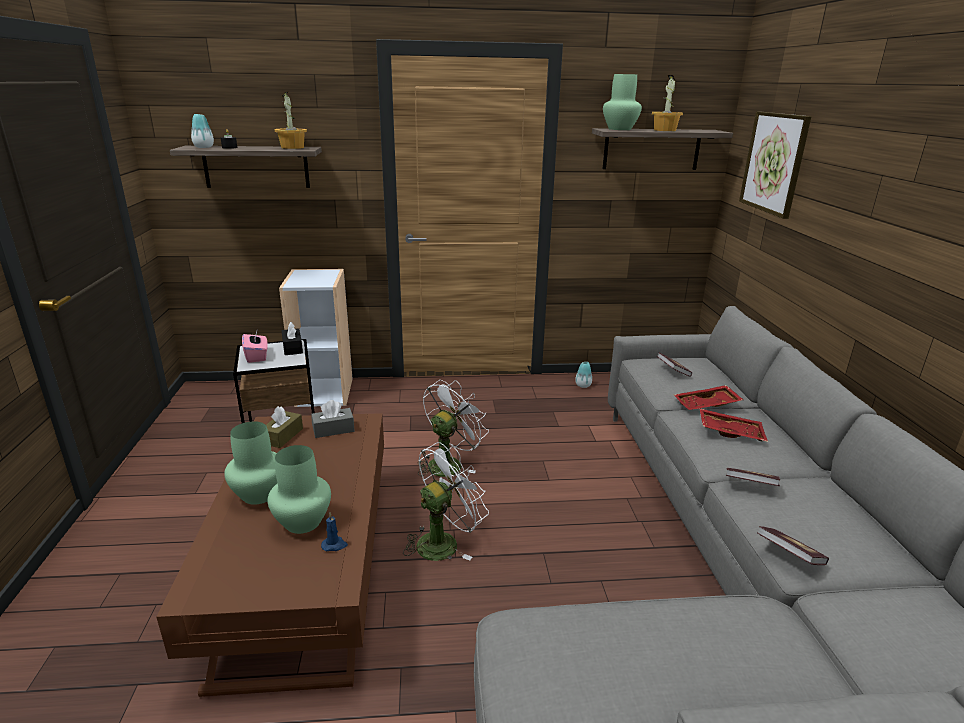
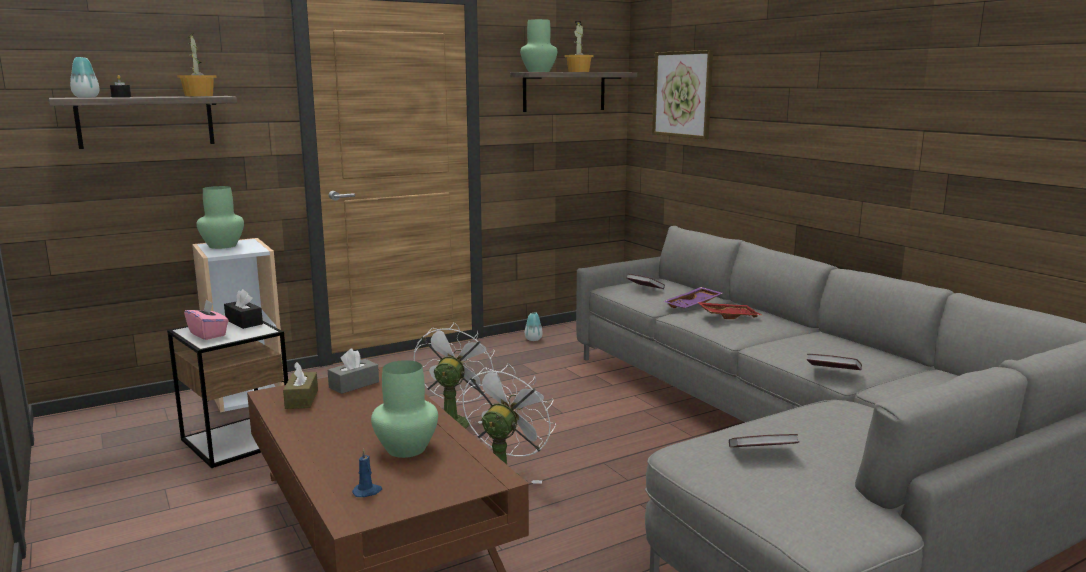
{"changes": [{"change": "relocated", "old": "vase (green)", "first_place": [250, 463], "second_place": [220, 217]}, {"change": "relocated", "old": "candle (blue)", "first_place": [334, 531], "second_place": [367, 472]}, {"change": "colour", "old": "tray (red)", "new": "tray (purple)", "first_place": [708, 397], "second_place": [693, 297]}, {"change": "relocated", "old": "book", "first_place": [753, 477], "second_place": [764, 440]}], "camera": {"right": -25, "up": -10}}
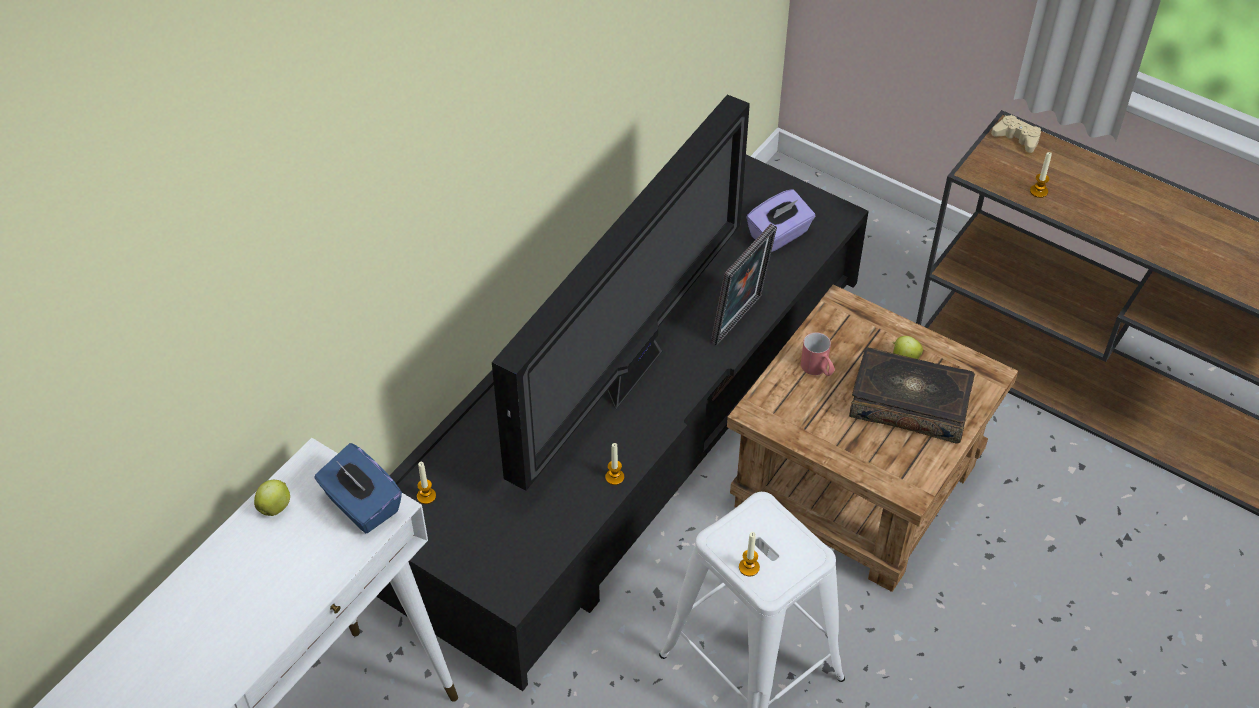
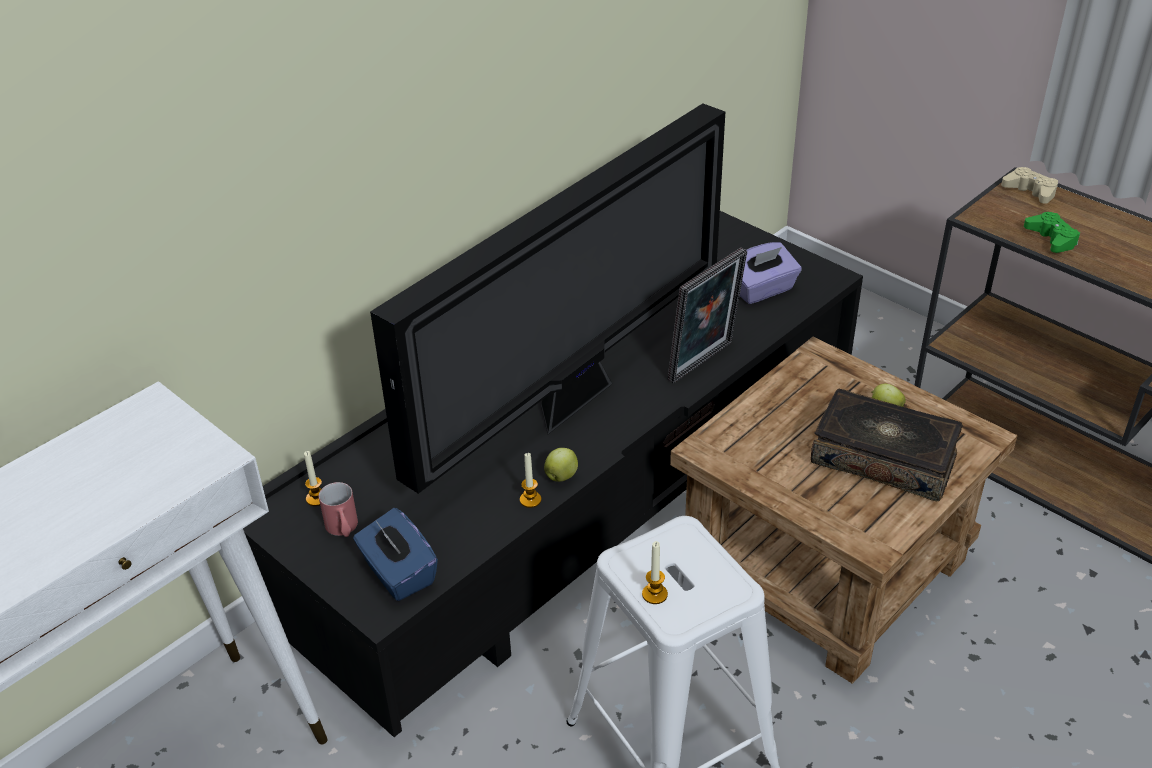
{"changes": [{"change": "relocated", "old": "mug (red)", "first_place": [818, 354], "second_place": [338, 509]}, {"change": "relocated", "old": "tissue box (blue)", "first_place": [358, 488], "second_place": [395, 554]}, {"change": "relocated", "old": "apple", "first_place": [272, 498], "second_place": [561, 465]}, {"change": "exchanged", "old": "candle", "new": "game controller (green)", "first_place": [1041, 175], "second_place": [1052, 232]}], "camera": {"right": 10, "up": -10}}
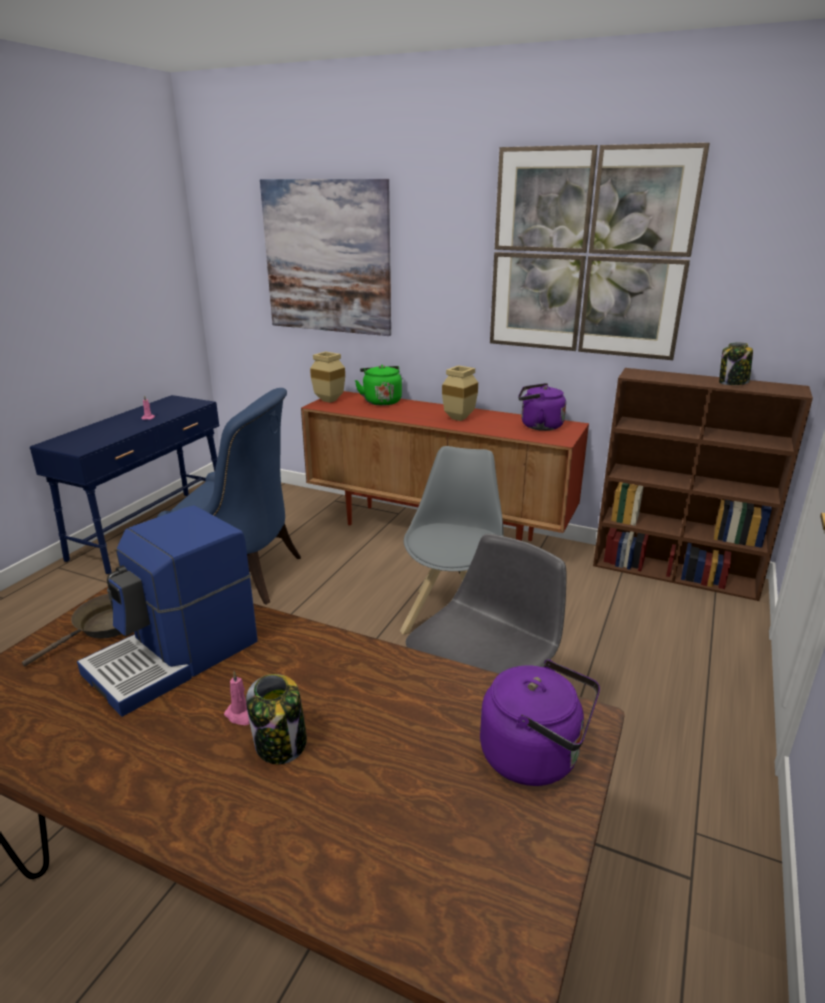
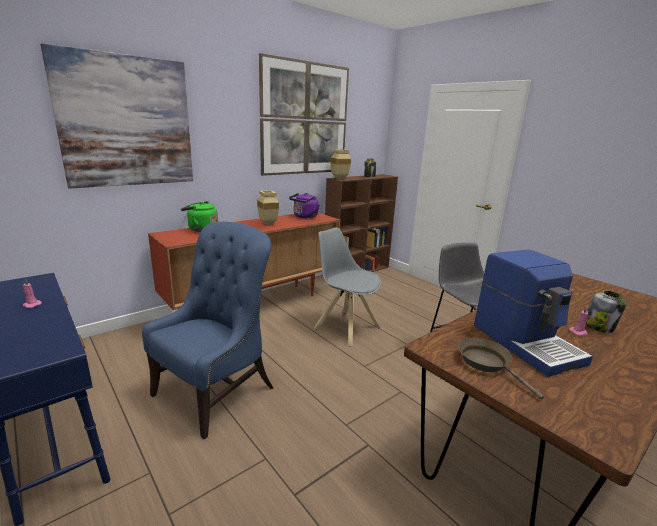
{"changes": [{"change": "relocated", "old": "vase (beige)", "first_place": [327, 377], "second_place": [341, 164]}, {"change": "missing", "old": "kettle (purple)", "first_place": [540, 723]}], "camera": {"right": -65, "up": -5}}
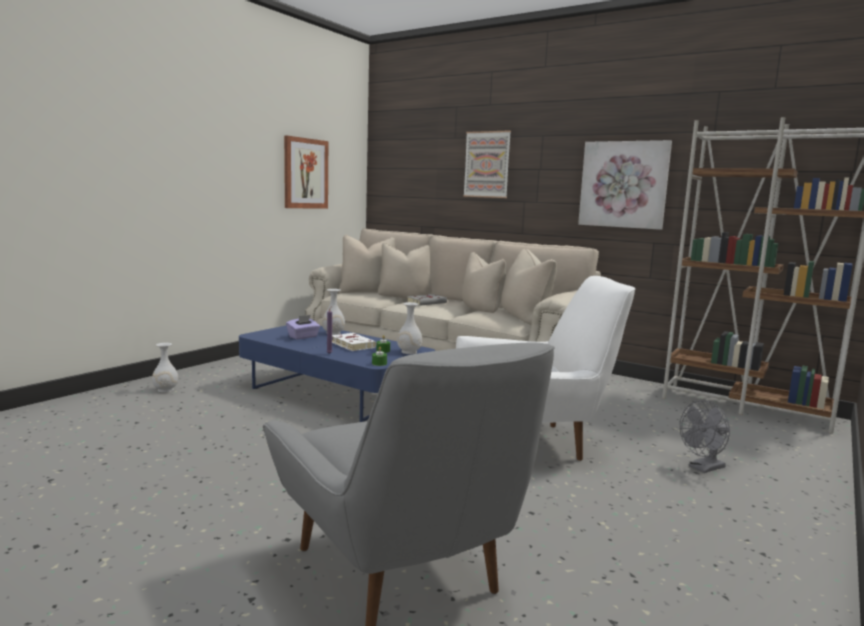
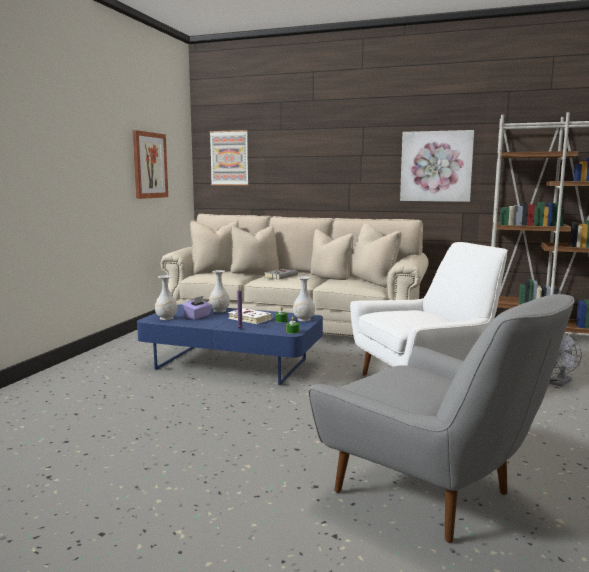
{"changes": [{"change": "relocated", "old": "vase (white)", "first_place": [165, 367], "second_place": [166, 297]}, {"change": "relocated", "old": "picture", "first_place": [487, 164], "second_place": [229, 157]}], "camera": {"right": -15, "up": 0}}
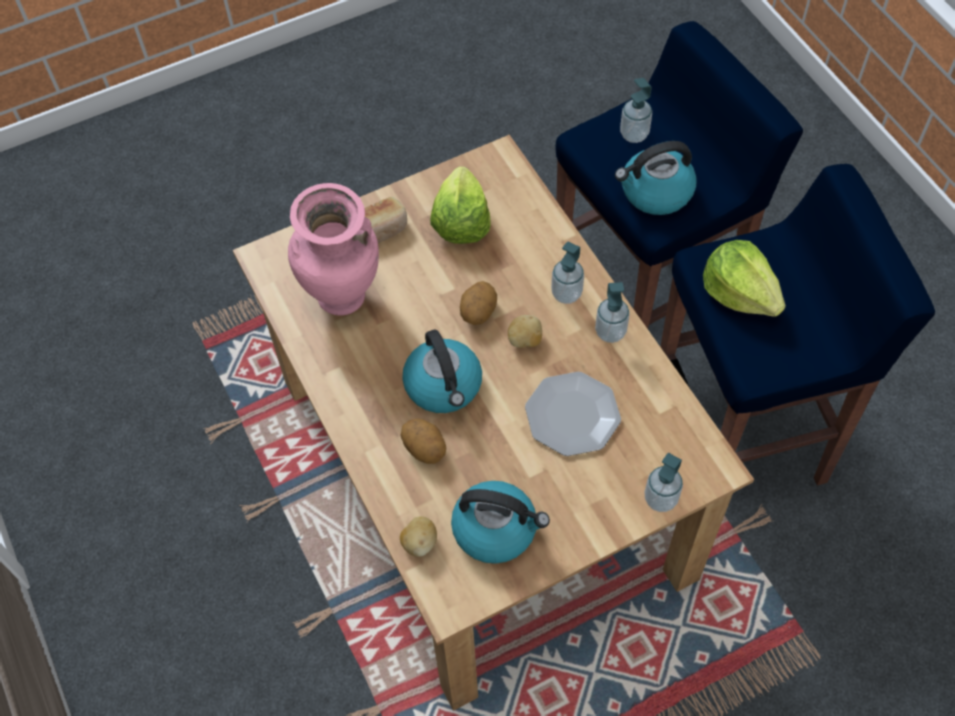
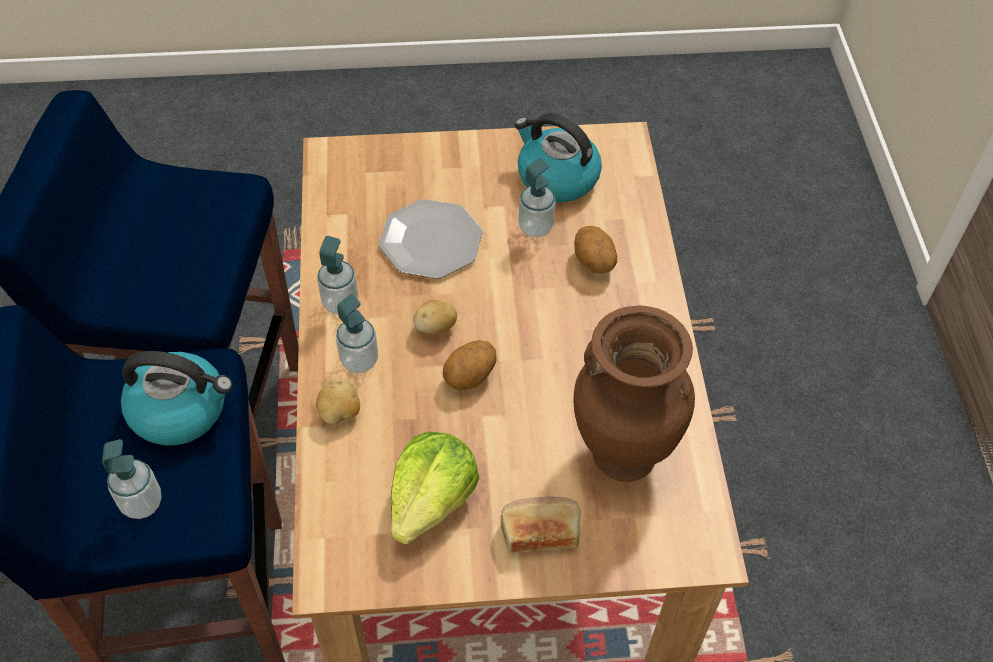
{"changes": [{"change": "relocated", "old": "potato", "first_place": [418, 536], "second_place": [338, 402]}, {"change": "relocated", "old": "soap dispenser", "first_place": [663, 482], "second_place": [536, 197]}, {"change": "colour", "old": "vase (pink)", "new": "vase (brown)", "first_place": [333, 249], "second_place": [634, 394]}, {"change": "missing", "old": "kettle", "first_place": [442, 371]}, {"change": "missing", "old": "lettuce", "first_place": [744, 278]}], "camera": {"right": -160, "up": -5}}
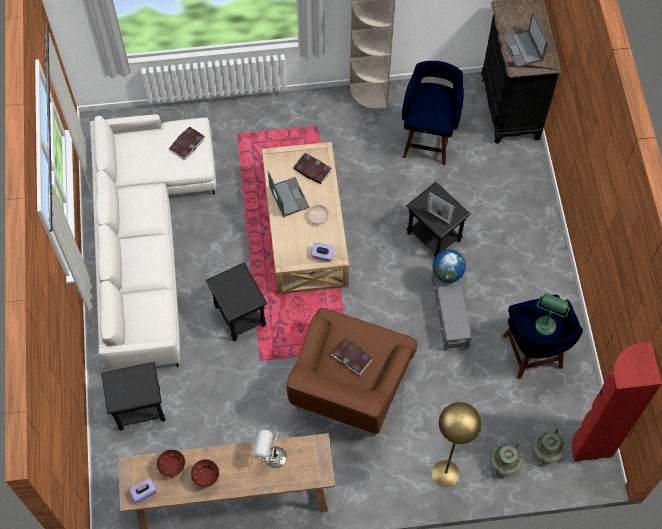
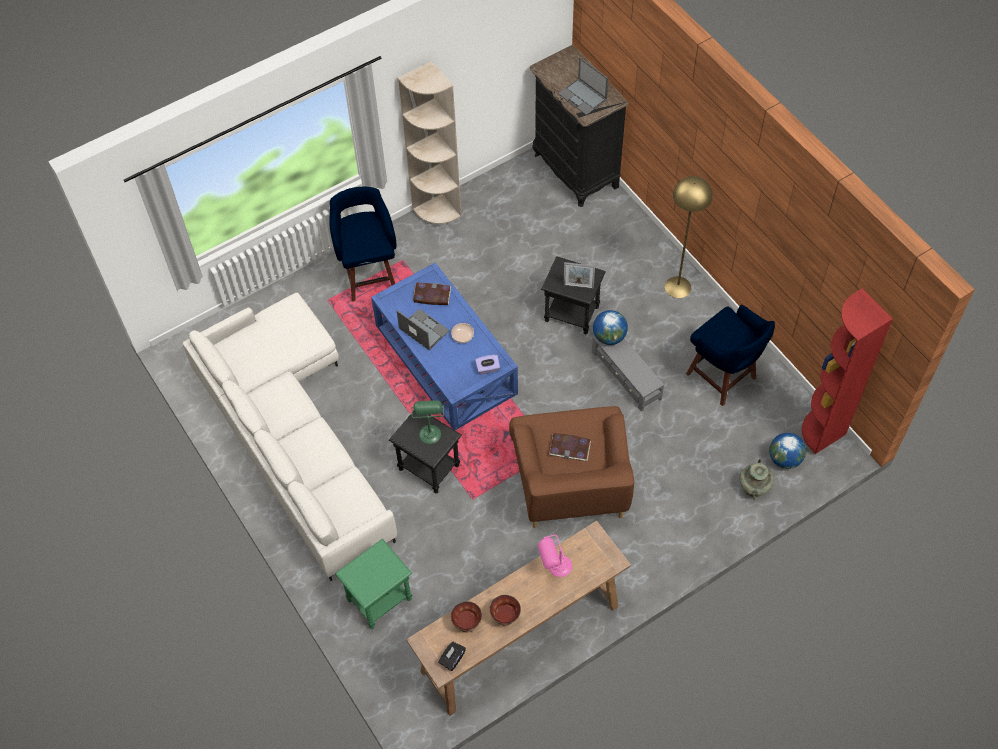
{"changes": [{"change": "relocated", "old": "stool (blue)", "first_place": [433, 113], "second_place": [363, 244]}, {"change": "colour", "old": "side table (black)", "new": "side table (green)", "first_place": [133, 396], "second_place": [373, 584]}, {"change": "colour", "old": "coffee table (beige)", "new": "coffee table (blue)", "first_place": [305, 218], "second_place": [444, 346]}, {"change": "relocated", "old": "table lamp (green)", "first_place": [552, 314], "second_place": [427, 422]}, {"change": "colour", "old": "tissue box (purple)", "new": "tissue box (black)", "first_place": [143, 491], "second_place": [452, 656]}, {"change": "colour", "old": "table lamp (white)", "new": "table lamp (pink)", "first_place": [270, 448], "second_place": [555, 555]}, {"change": "relocated", "old": "floor lamp (yellow)", "first_place": [457, 445], "second_place": [689, 237]}, {"change": "exchanged", "old": "vase (turquoise)", "new": "globe", "first_place": [548, 447], "second_place": [787, 451]}, {"change": "missing", "old": "book", "first_place": [187, 143]}], "camera": {"right": -25, "up": -5}}
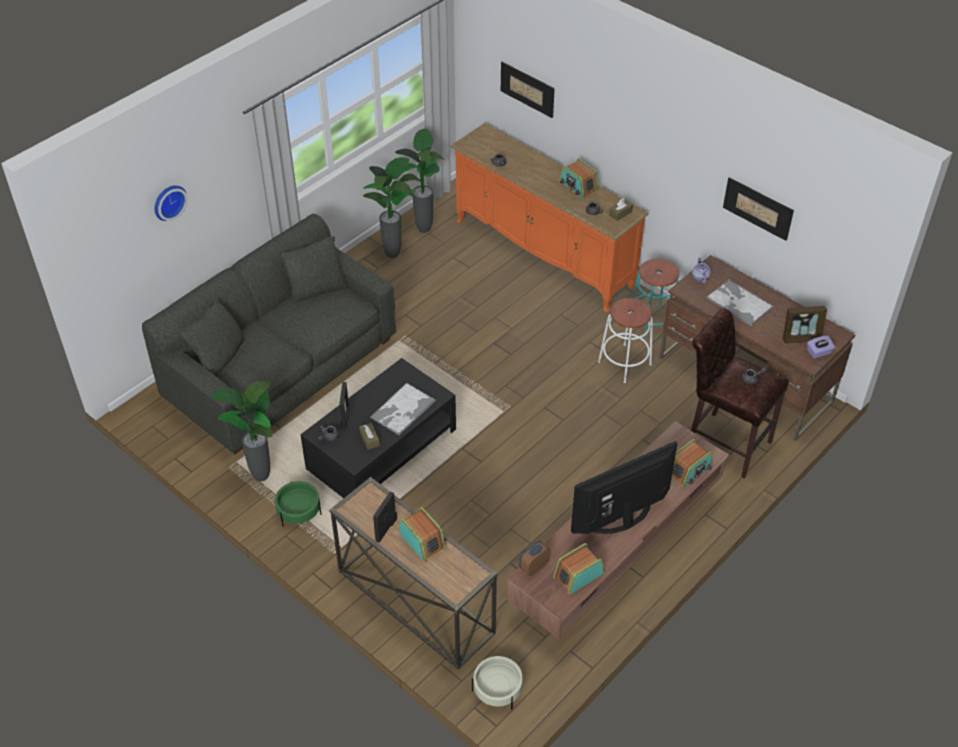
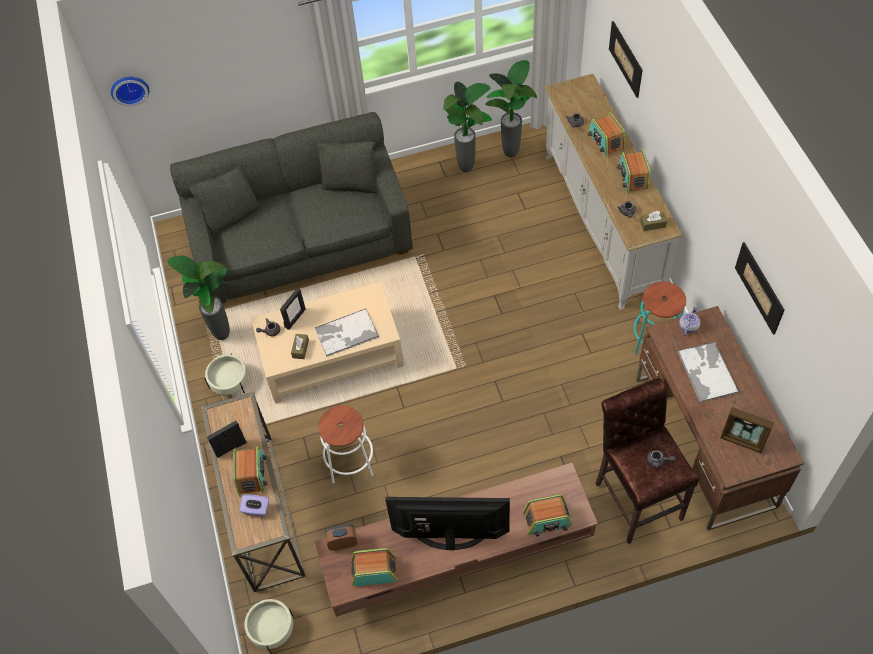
{"changes": [{"change": "relocated", "old": "wall clock", "first_place": [171, 203], "second_place": [130, 92]}, {"change": "colour", "old": "planter (green)", "new": "planter (beige)", "first_place": [298, 503], "second_place": [226, 374]}, {"change": "relocated", "old": "tissue box (purple)", "first_place": [821, 347], "second_place": [254, 505]}, {"change": "colour", "old": "coffee table (black)", "new": "coffee table (beige)", "first_place": [378, 428], "second_place": [327, 342]}, {"change": "relocated", "old": "stool (white)", "first_place": [625, 340], "second_place": [346, 444]}, {"change": "colour", "old": "cabinet (orange)", "new": "cabinet (grey)", "first_place": [549, 217], "second_place": [613, 192]}, {"change": "appeared", "new": "radio", "second_place": [606, 134]}], "camera": {"right": 35, "up": 10}}
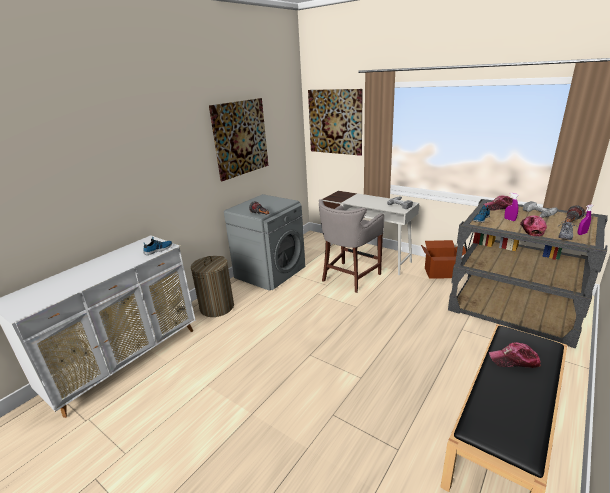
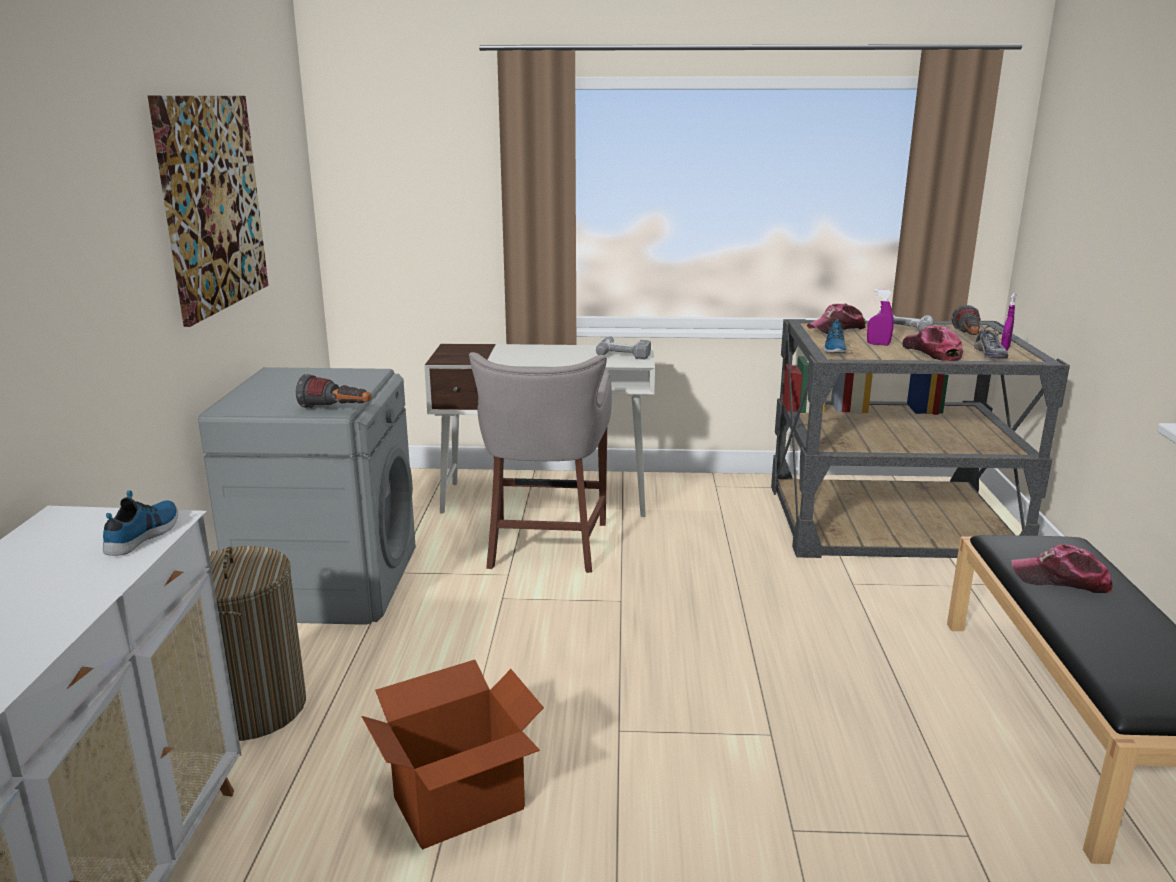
{"changes": [{"change": "relocated", "old": "cardboard box", "first_place": [443, 259], "second_place": [452, 755]}, {"change": "spun", "old": "cap", "first_place": [515, 355], "second_place": [1062, 568], "degrees": 45}, {"change": "missing", "old": "picture", "first_place": [335, 122]}], "camera": {"right": -35, "up": -5}}
